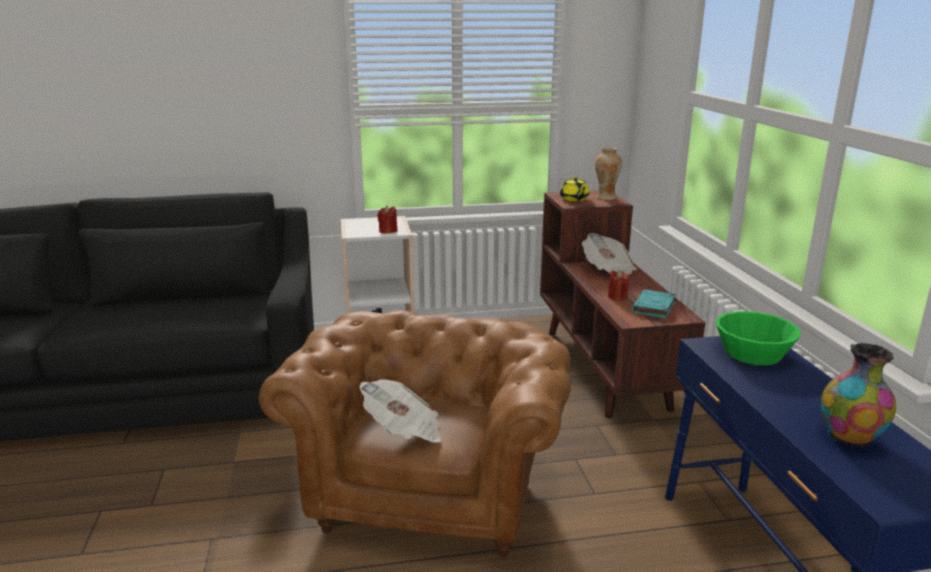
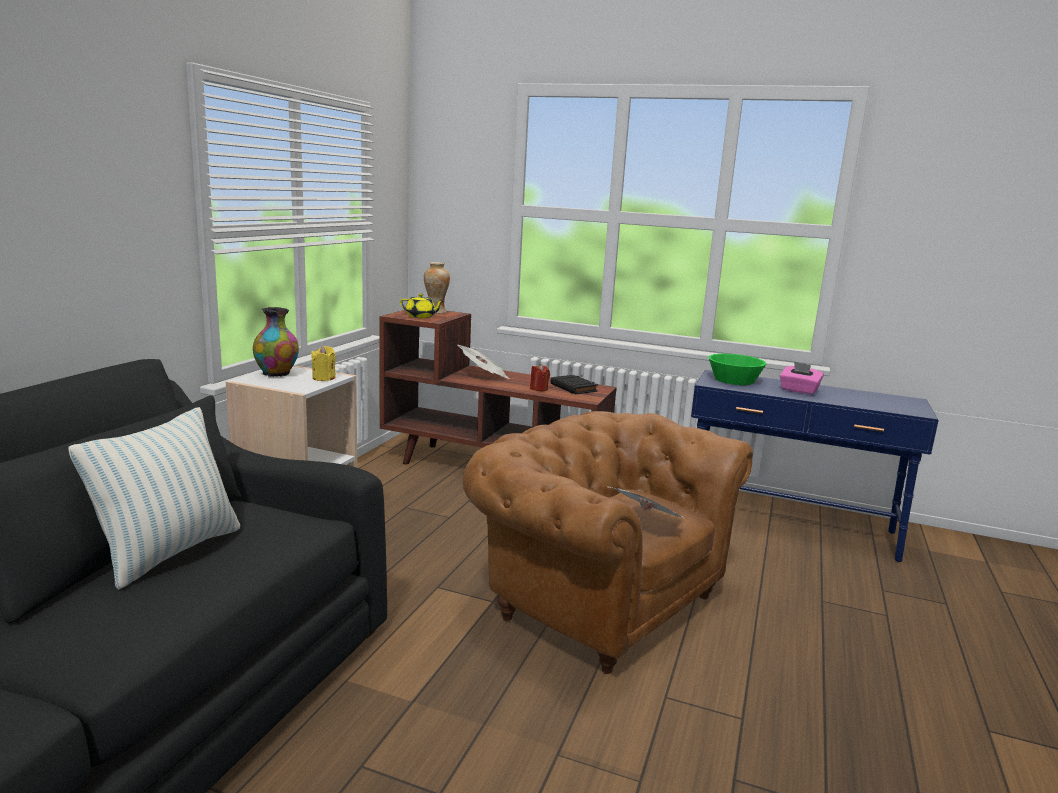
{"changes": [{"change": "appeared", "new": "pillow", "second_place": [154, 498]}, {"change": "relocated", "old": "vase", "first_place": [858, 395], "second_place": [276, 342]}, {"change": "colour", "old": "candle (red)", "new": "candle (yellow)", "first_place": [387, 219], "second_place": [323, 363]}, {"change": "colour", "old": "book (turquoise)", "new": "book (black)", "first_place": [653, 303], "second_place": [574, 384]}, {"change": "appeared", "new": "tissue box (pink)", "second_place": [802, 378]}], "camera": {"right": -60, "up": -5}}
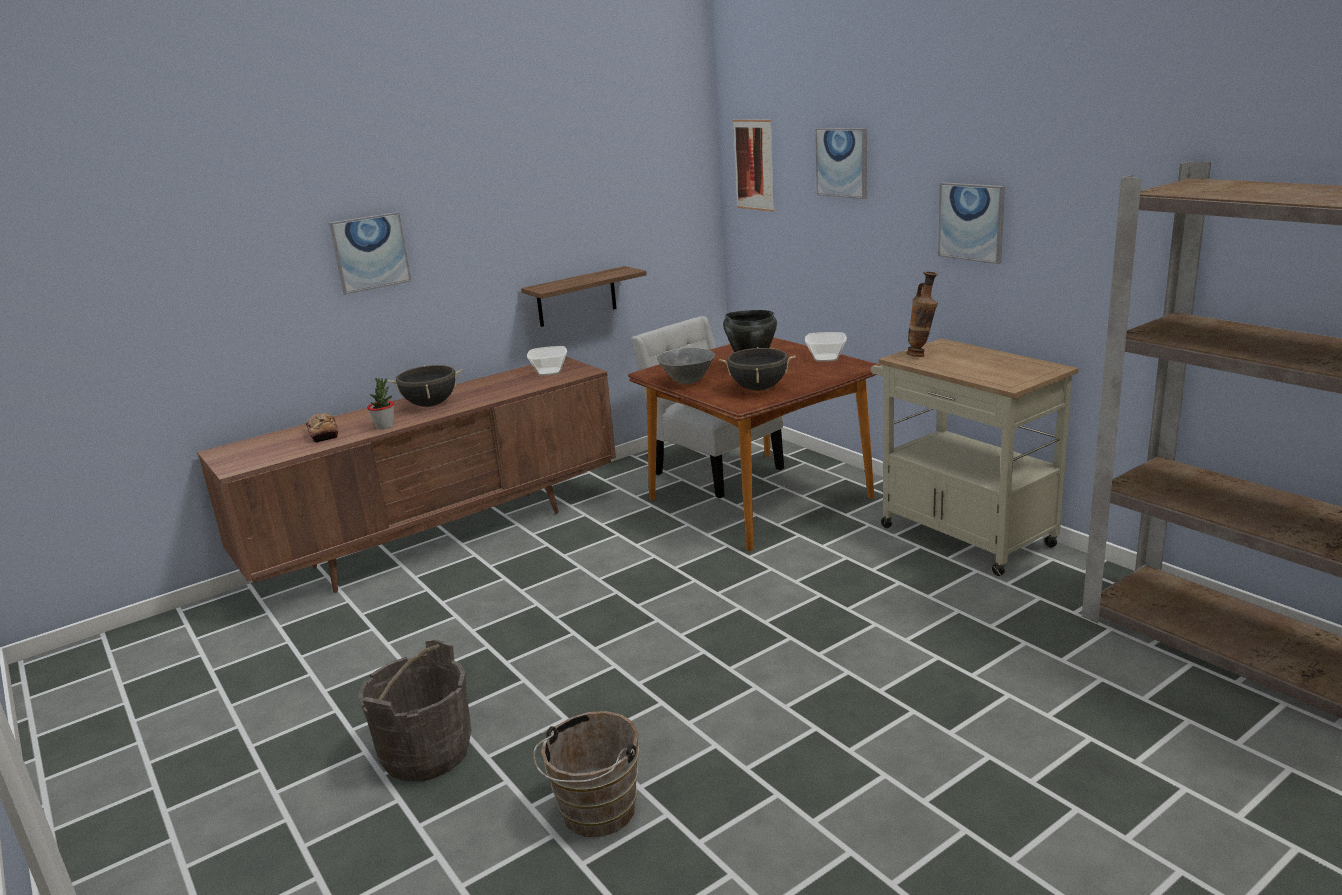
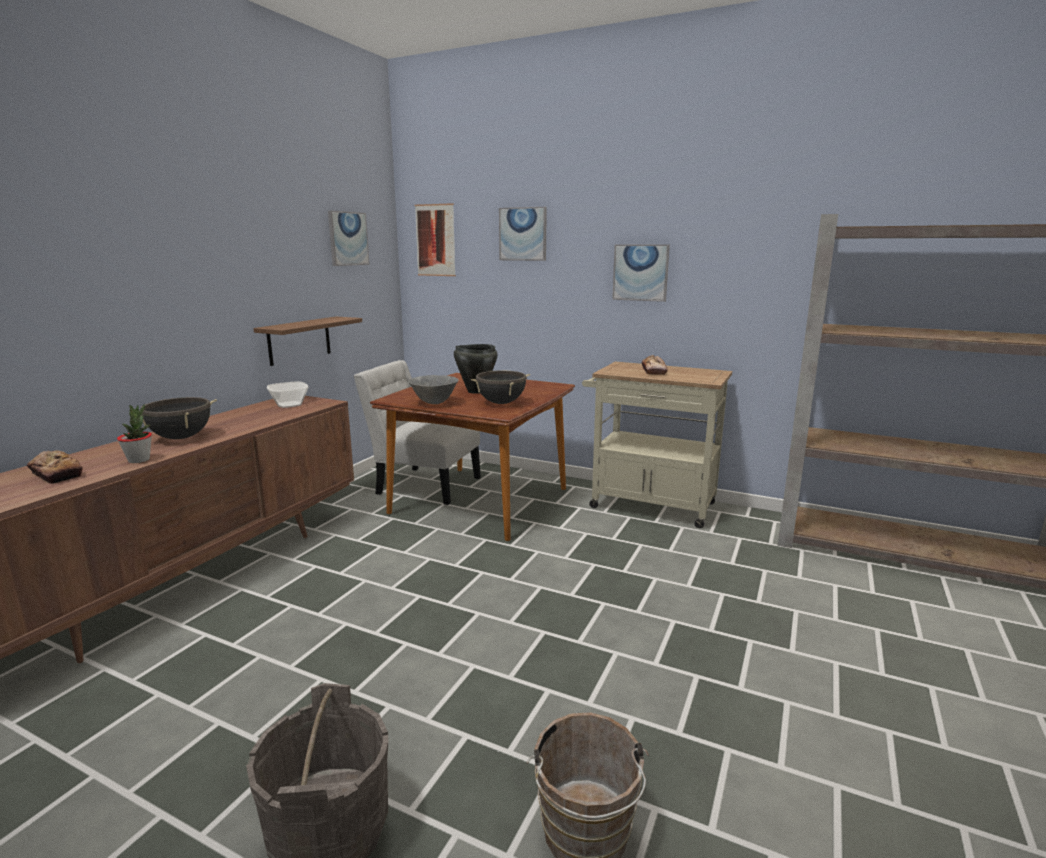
{"changes": [{"change": "relocated", "old": "picture", "first_place": [370, 253], "second_place": [349, 238]}, {"change": "appeared", "new": "bread", "second_place": [655, 365]}, {"change": "missing", "old": "bowl", "first_place": [826, 347]}, {"change": "missing", "old": "vase", "first_place": [922, 314]}], "camera": {"right": -30, "up": -5}}
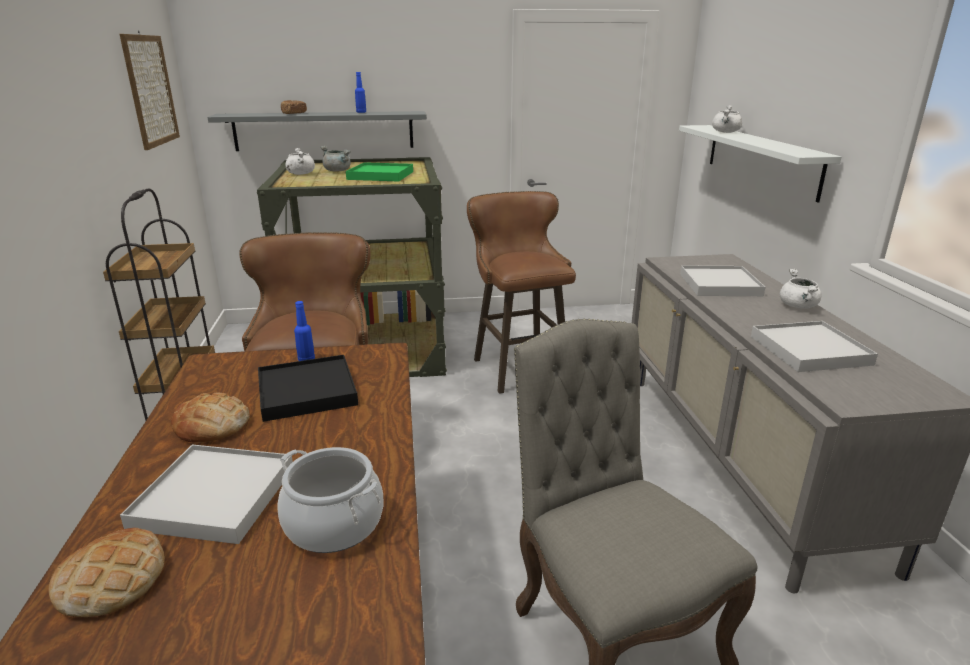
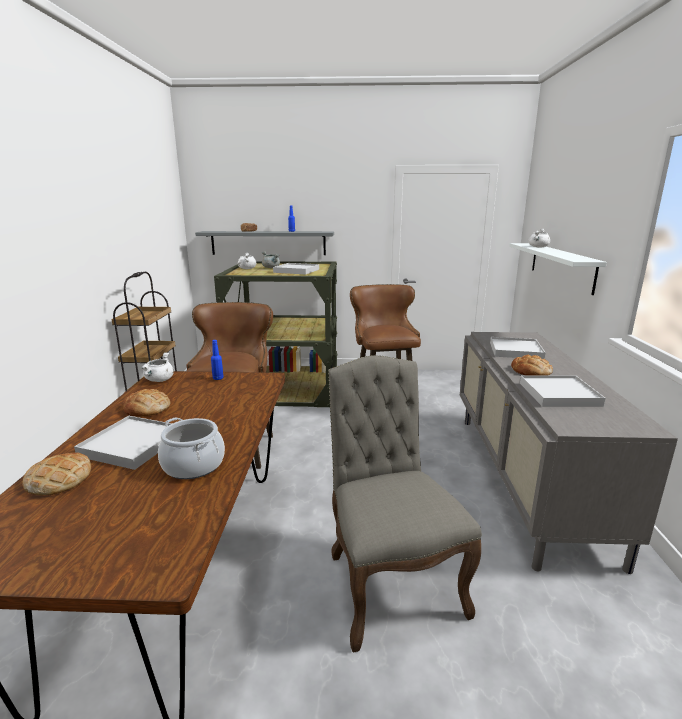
{"changes": [{"change": "relocated", "old": "cooking pot (white)", "first_place": [800, 289], "second_place": [157, 367]}, {"change": "colour", "old": "tray (green)", "new": "tray (white)", "first_place": [379, 171], "second_place": [296, 269]}, {"change": "appeared", "new": "bread", "second_place": [532, 365]}, {"change": "missing", "old": "picture", "first_place": [150, 90]}, {"change": "missing", "old": "tray (black)", "first_place": [308, 388]}], "camera": {"right": 10, "up": -5}}
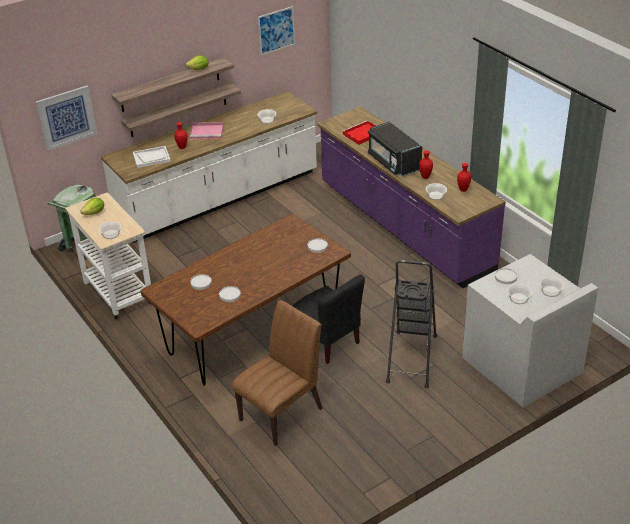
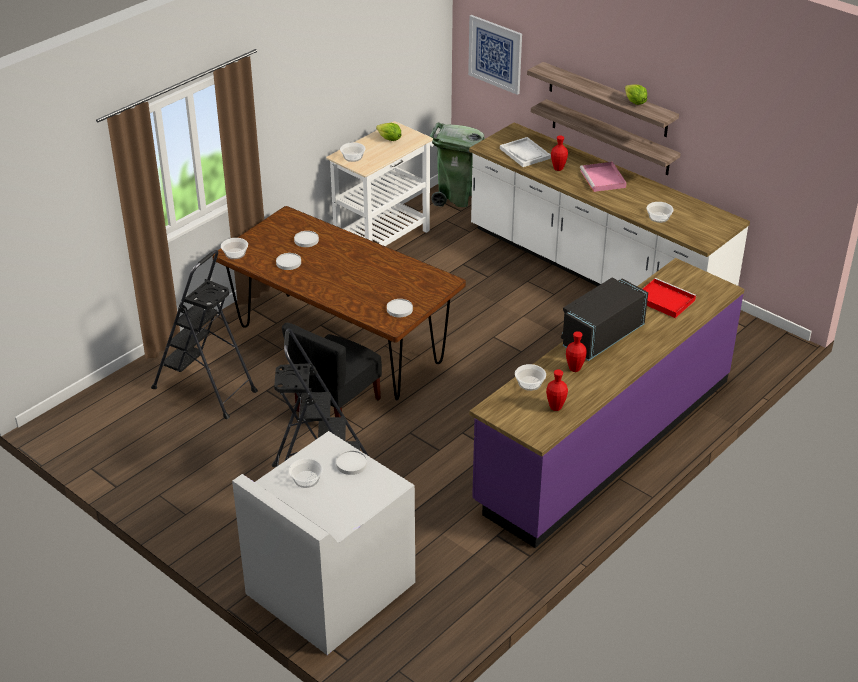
{"changes": [{"change": "exchanged", "old": "chair (brown)", "new": "step ladder", "first_place": [277, 373], "second_place": [204, 334]}, {"change": "relocated", "old": "bowl", "first_place": [552, 287], "second_place": [234, 248]}, {"change": "missing", "old": "picture", "first_place": [276, 30]}], "camera": {"right": 75, "up": 0}}
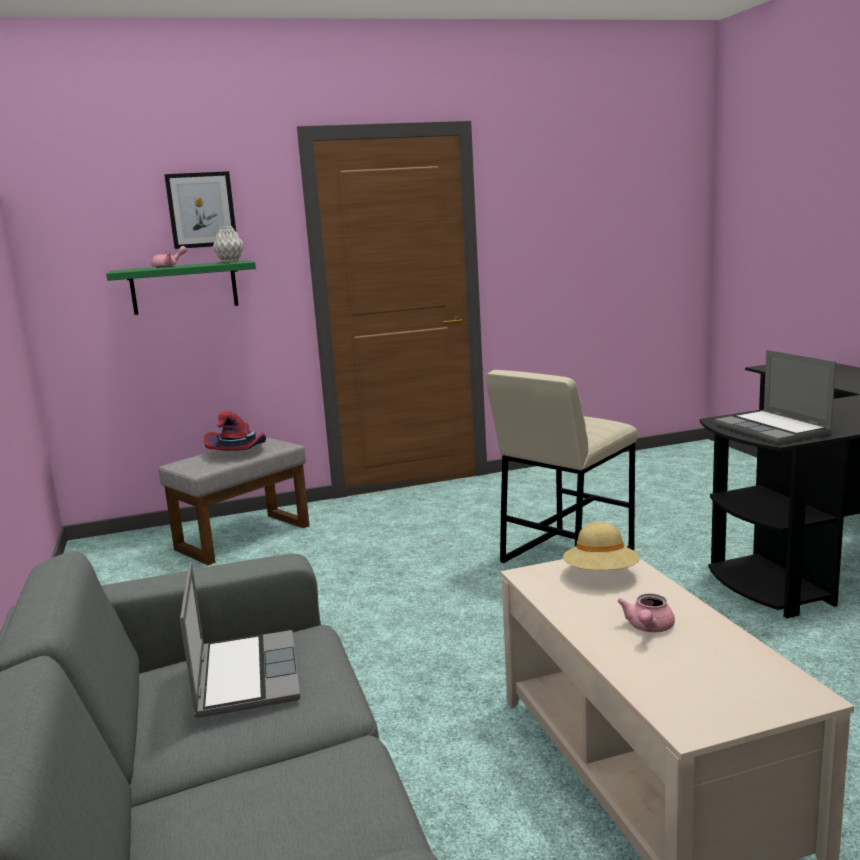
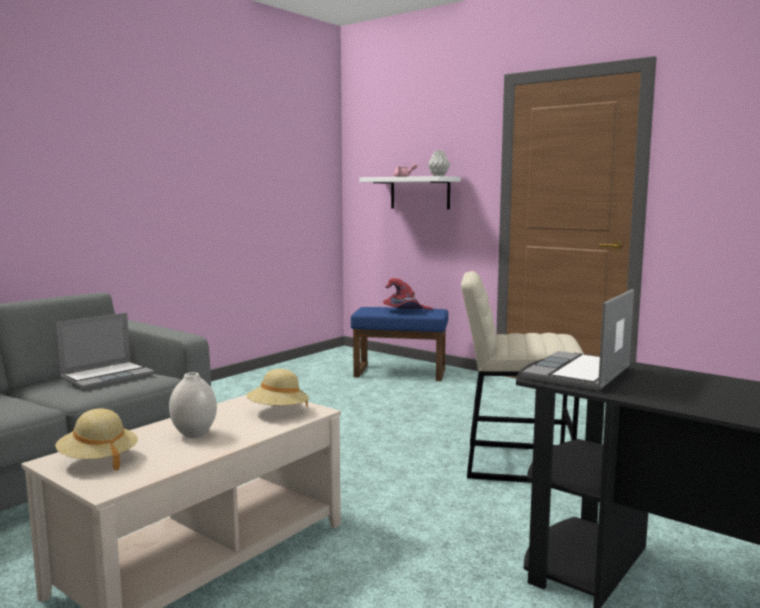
{"changes": [{"change": "appeared", "new": "hat (beige)", "second_place": [96, 439]}, {"change": "exchanged", "old": "teapot (pink)", "new": "vase (white)", "first_place": [646, 612], "second_place": [193, 405]}, {"change": "colour", "old": "ottoman (grey)", "new": "ottoman (blue)", "first_place": [234, 501], "second_place": [399, 344]}, {"change": "colour", "old": "shelf (green)", "new": "shelf (white)", "first_place": [181, 287], "second_place": [410, 193]}, {"change": "missing", "old": "picture", "first_place": [200, 210]}], "camera": {"right": 55, "up": -5}}
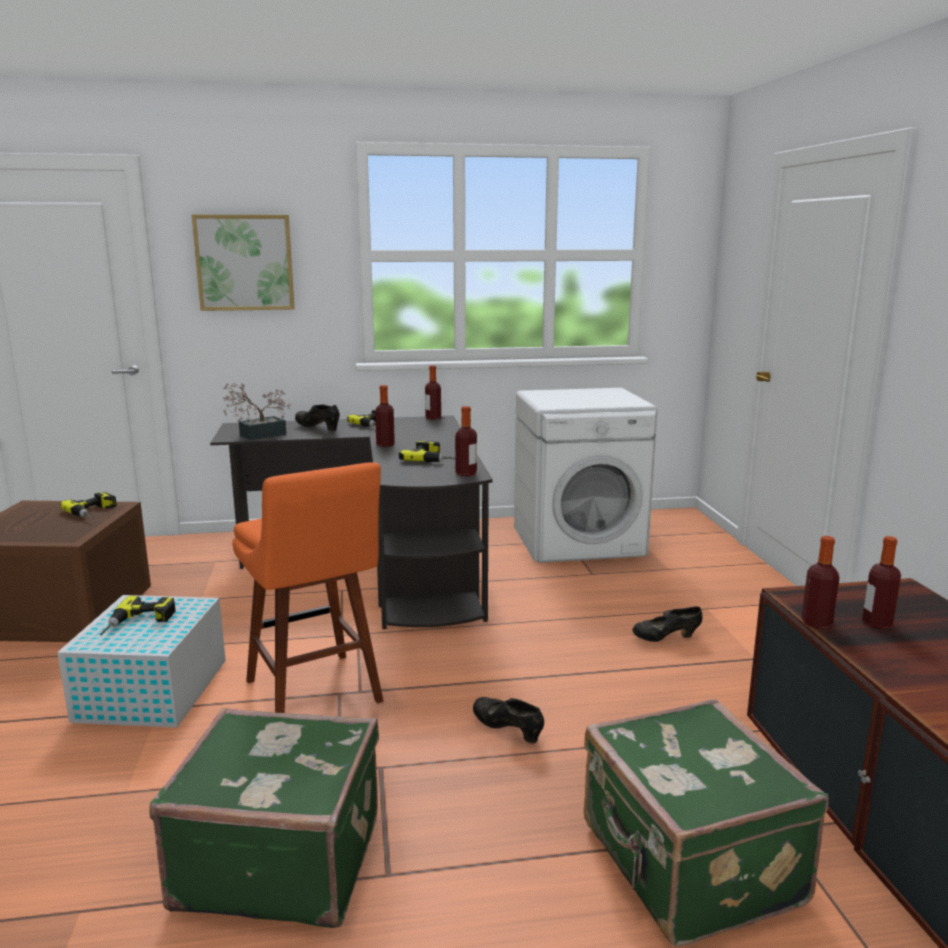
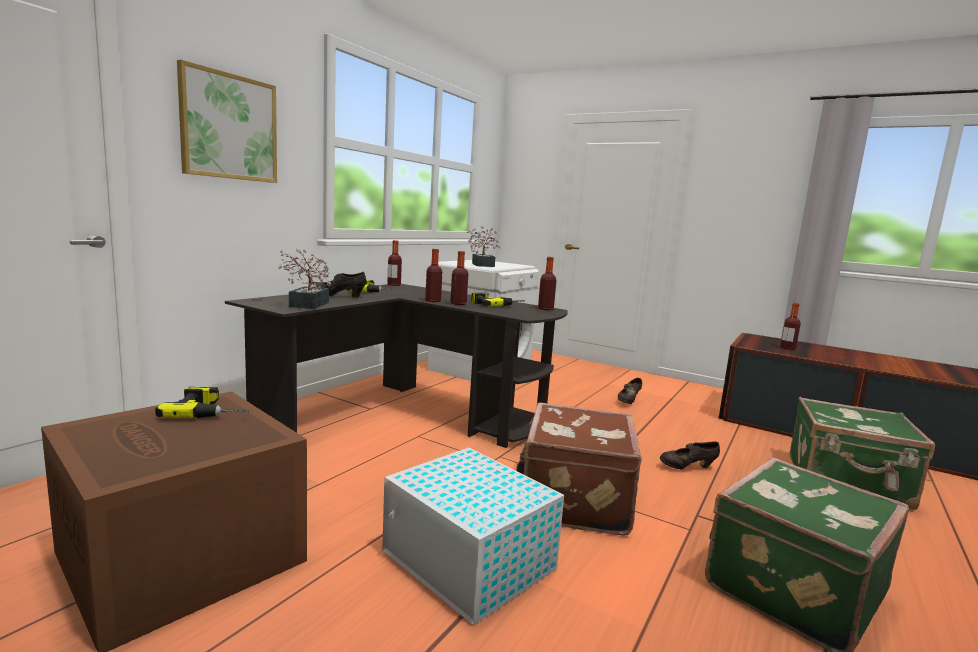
{"changes": [{"change": "relocated", "old": "bottle", "first_place": [820, 582], "second_place": [459, 278]}, {"change": "appeared", "new": "potted plant", "second_place": [483, 246]}, {"change": "exchanged", "old": "stool (orange)", "new": "suitcase (brown)", "first_place": [308, 587], "second_place": [579, 469]}, {"change": "missing", "old": "power drill", "first_place": [138, 616]}], "camera": {"right": -50, "up": -5}}
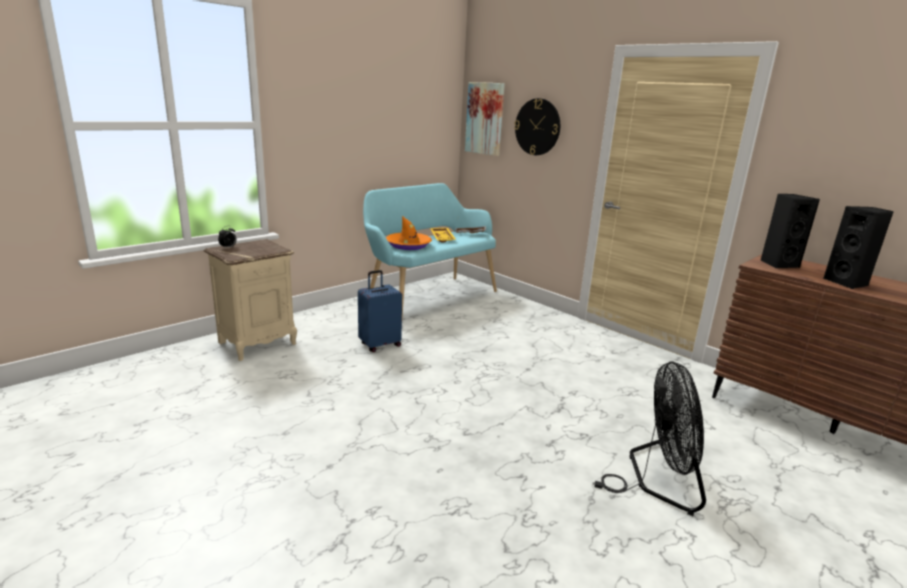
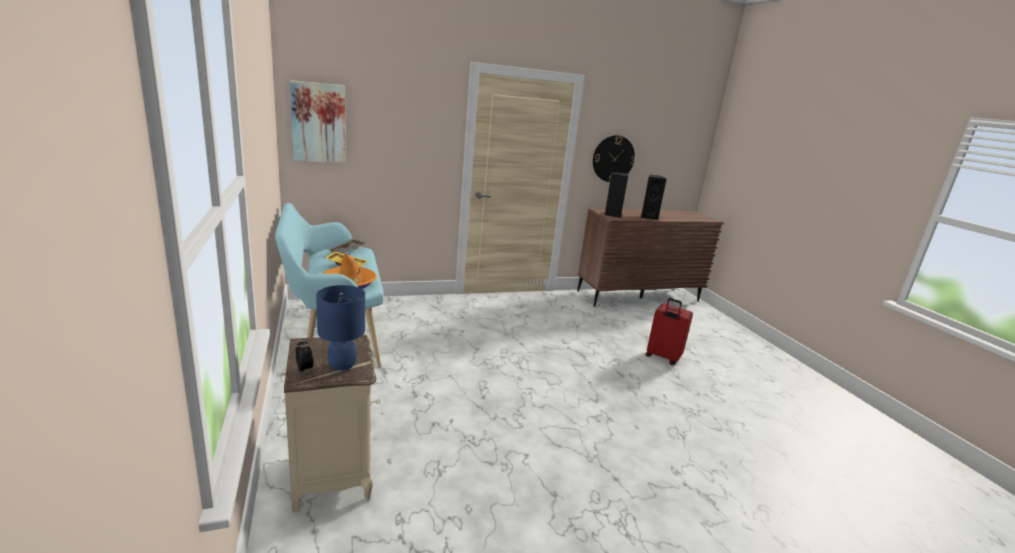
{"changes": [{"change": "appeared", "new": "table lamp (blue)", "second_place": [340, 328]}, {"change": "relocated", "old": "wall clock", "first_place": [537, 126], "second_place": [614, 158]}, {"change": "exchanged", "old": "fan (black)", "new": "suitcase (red)", "first_place": [649, 438], "second_place": [669, 331]}, {"change": "missing", "old": "suitcase (blue)", "first_place": [380, 311]}], "camera": {"right": -65, "up": 0}}
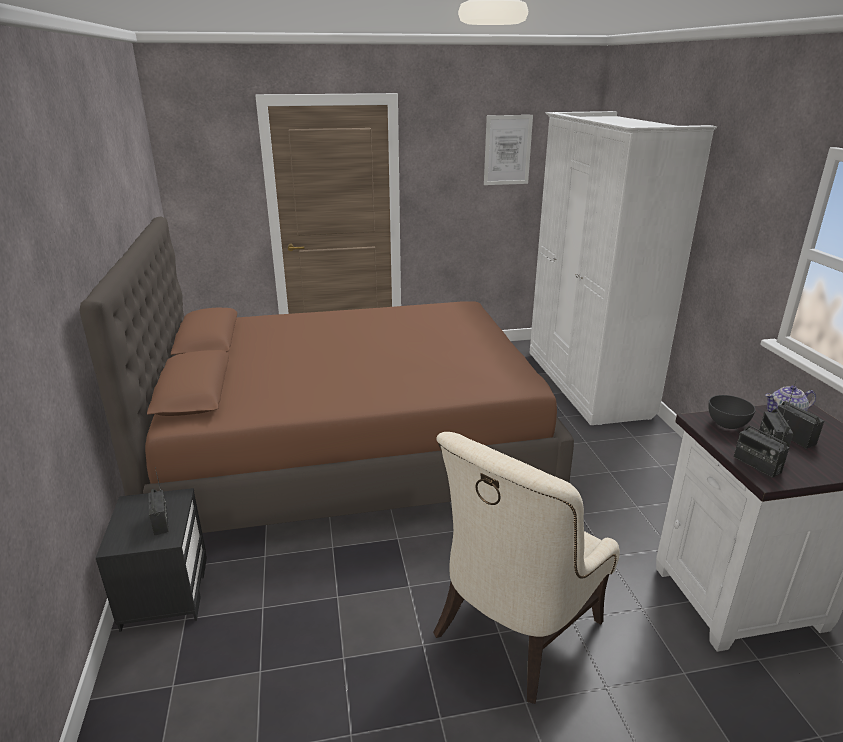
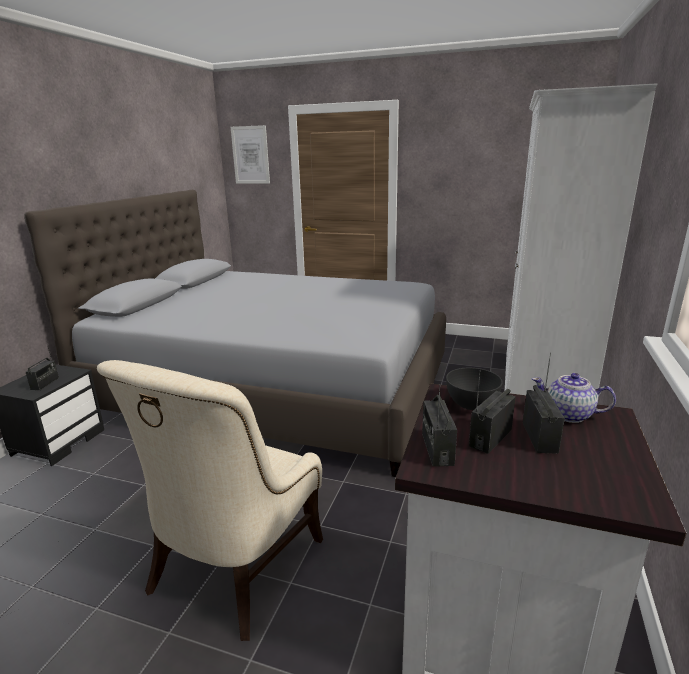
{"changes": [{"change": "colour", "old": "bed (brown)", "new": "bed (grey)", "first_place": [326, 375], "second_place": [235, 333]}, {"change": "spun", "old": "armchair (beige)", "first_place": [526, 568], "second_place": [210, 500], "degrees": -45}, {"change": "relocated", "old": "picture", "first_place": [508, 150], "second_place": [250, 154]}], "camera": {"right": 30, "up": -5}}
